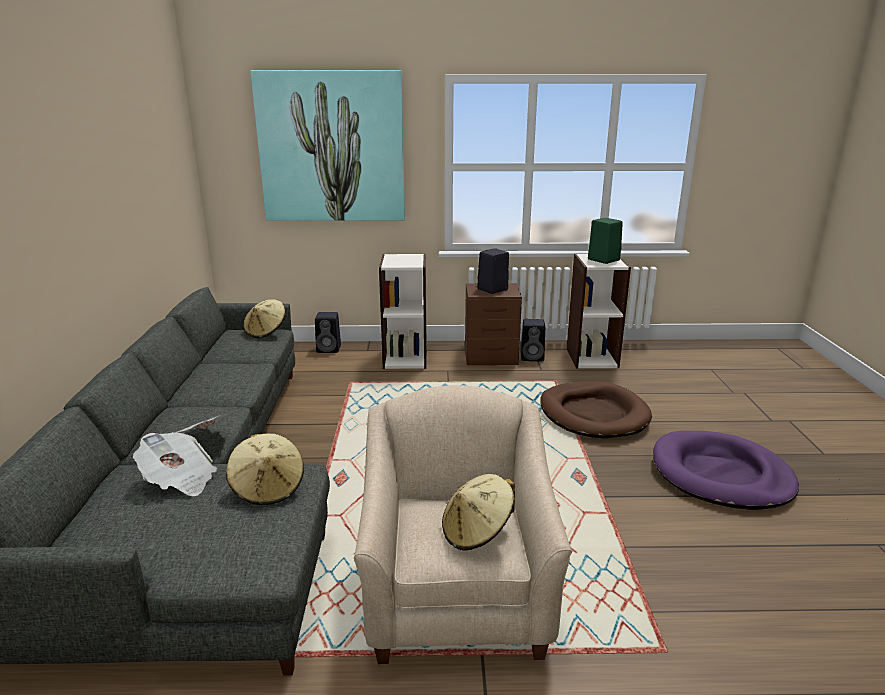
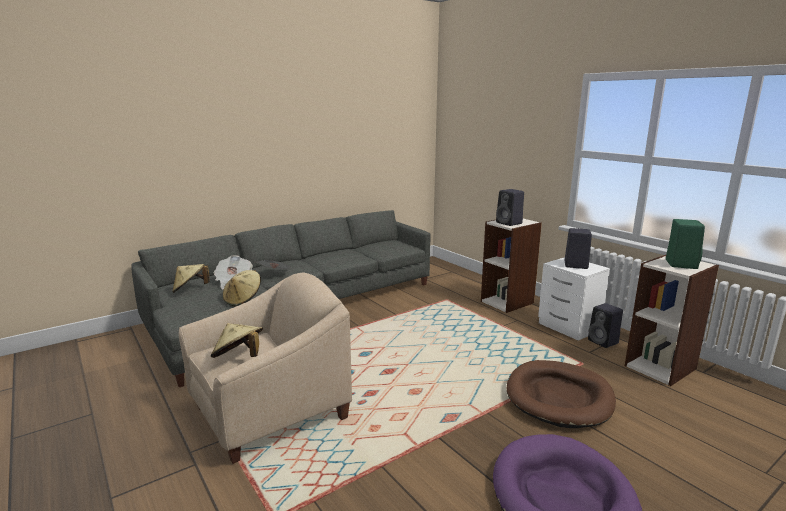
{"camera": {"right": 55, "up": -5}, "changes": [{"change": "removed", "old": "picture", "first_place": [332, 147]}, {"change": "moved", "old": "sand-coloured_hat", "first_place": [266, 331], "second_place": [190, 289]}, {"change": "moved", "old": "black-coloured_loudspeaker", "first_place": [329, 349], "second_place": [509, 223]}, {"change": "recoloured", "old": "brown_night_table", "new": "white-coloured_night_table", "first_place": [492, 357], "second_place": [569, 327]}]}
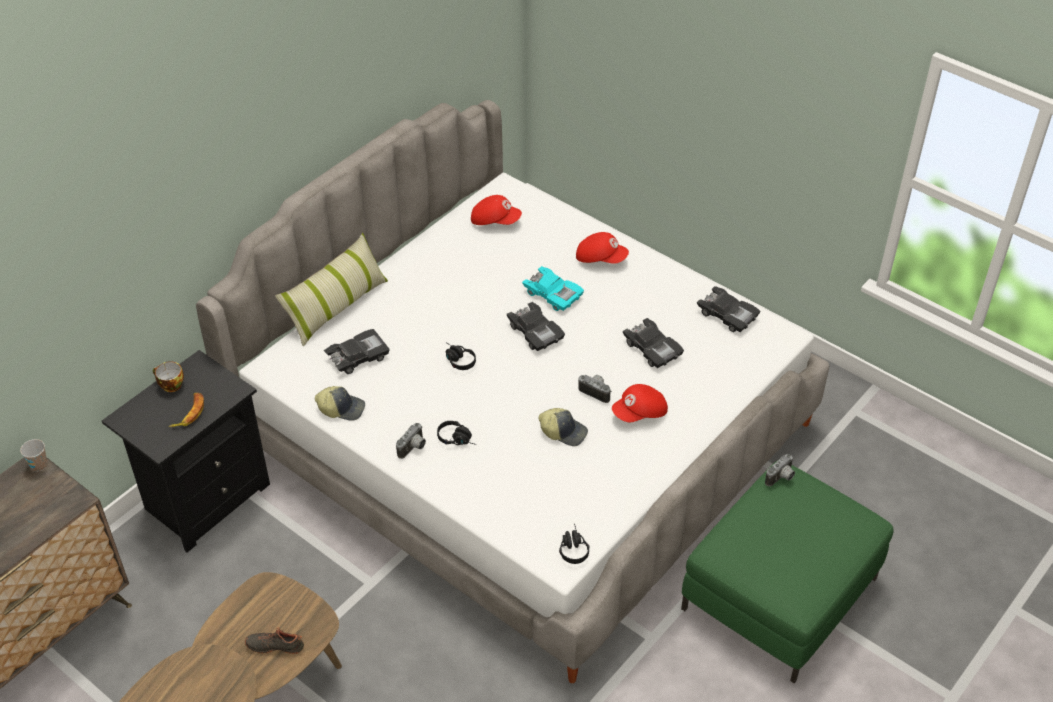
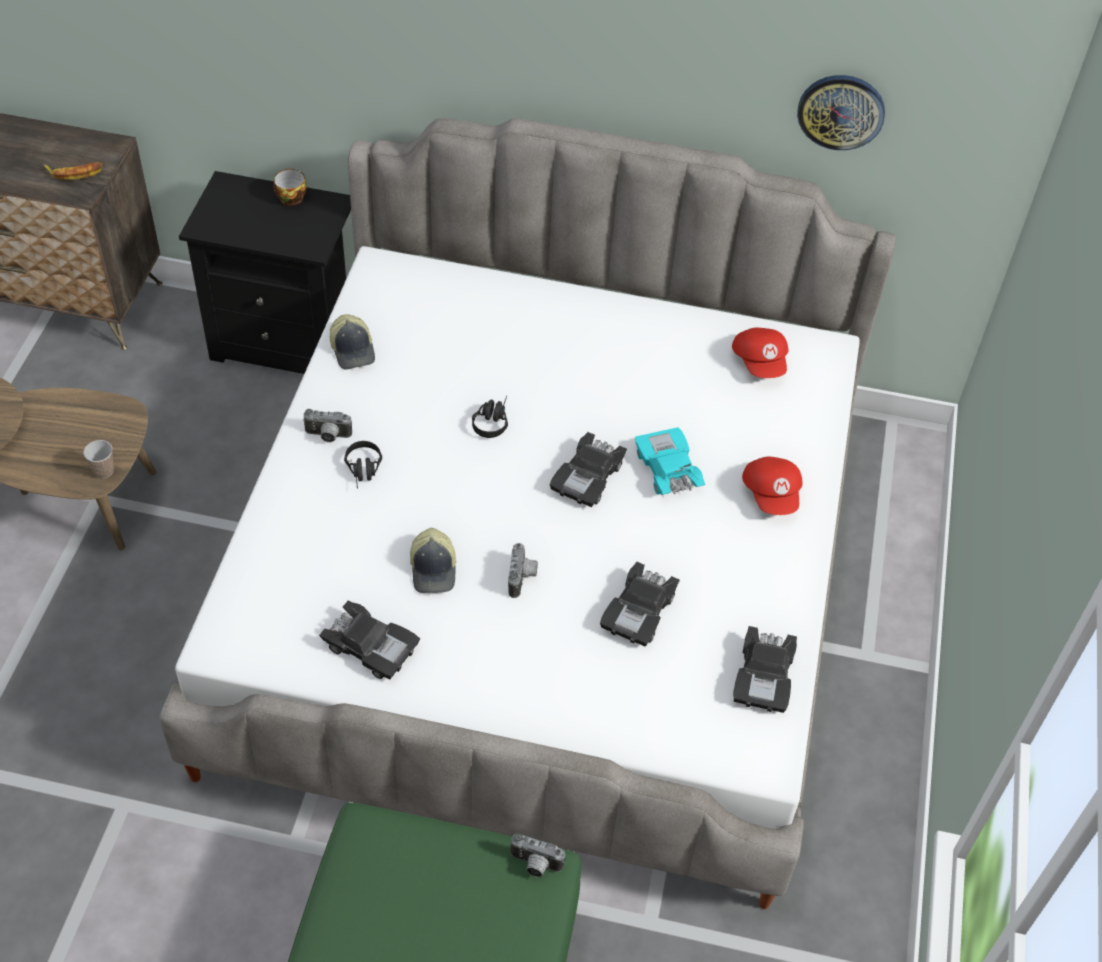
{"camera": {"right": 60, "up": 5}, "changes": [{"change": "removed", "old": "black-coloured_low_shoe", "first_place": [275, 645]}, {"change": "removed", "old": "throw_pillow", "first_place": [336, 307]}, {"change": "removed", "old": "black-coloured_headphones", "first_place": [572, 547]}, {"change": "removed", "old": "reddish_peaked_cap", "first_place": [640, 413]}, {"change": "added", "new": "wall_clock", "second_place": [841, 111]}, {"change": "moved", "old": "cup", "first_place": [39, 465], "second_place": [104, 471]}, {"change": "moved", "old": "banana_fruit", "first_place": [189, 413], "second_place": [75, 173]}, {"change": "moved", "old": "black-coloured_toy_car", "first_place": [357, 357], "second_place": [370, 647]}, {"change": "turned", "old": "blue-green_toy_car", "first_place": [553, 294], "second_place": [668, 469], "degrees": 150}]}
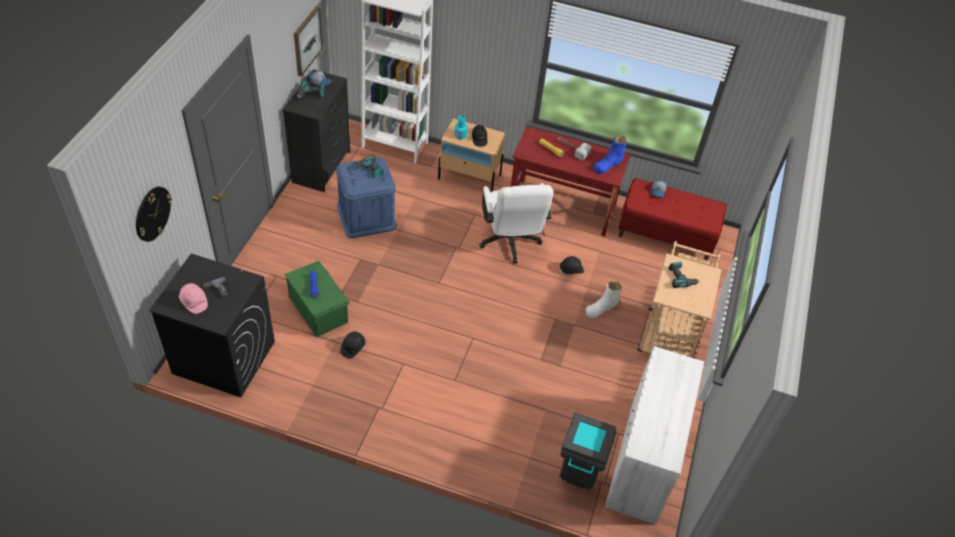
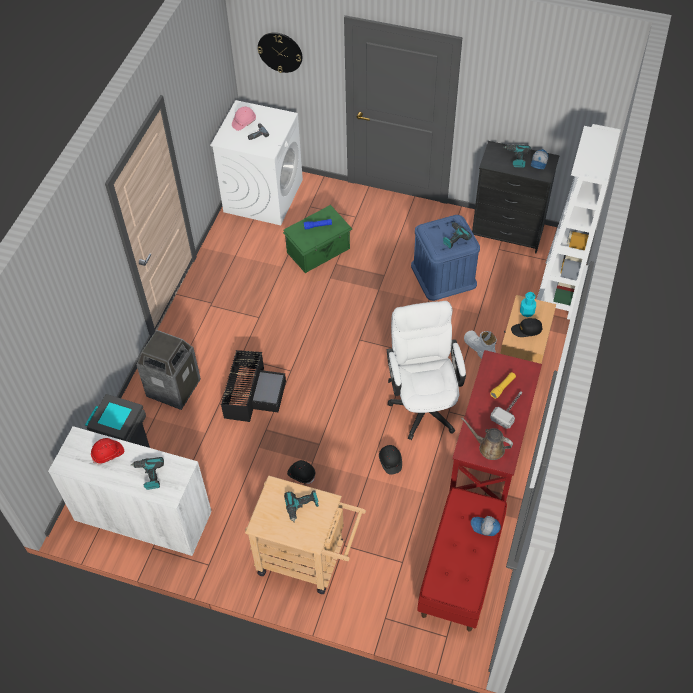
{"camera": {"right": 95, "up": 5}, "changes": [{"change": "removed", "old": "picture", "first_place": [307, 40]}, {"change": "added", "new": "reddish_hard_hat", "second_place": [108, 454]}, {"change": "added", "new": "drill", "second_place": [149, 475]}, {"change": "added", "new": "rubbish_bin", "second_place": [174, 388]}, {"change": "added", "new": "black-coloured_storage_container", "second_place": [252, 392]}, {"change": "moved", "old": "black-coloured_hard_hat", "first_place": [353, 347], "second_place": [301, 474]}, {"change": "moved", "old": "white-coloured_boot", "first_place": [601, 308], "second_place": [479, 348]}, {"change": "replaced", "old": "blue_boot", "new": "brown_sprinkling_can", "first_place": [608, 164], "second_place": [489, 447]}, {"change": "recoloured", "old": "black-coloured_laundry_appliance", "new": "white-coloured_laundry_appliance", "first_place": [223, 357], "second_place": [263, 195]}, {"change": "turned", "old": "white-coloured_computer_chair", "first_place": [510, 243], "second_place": [423, 402], "degrees": 90}]}
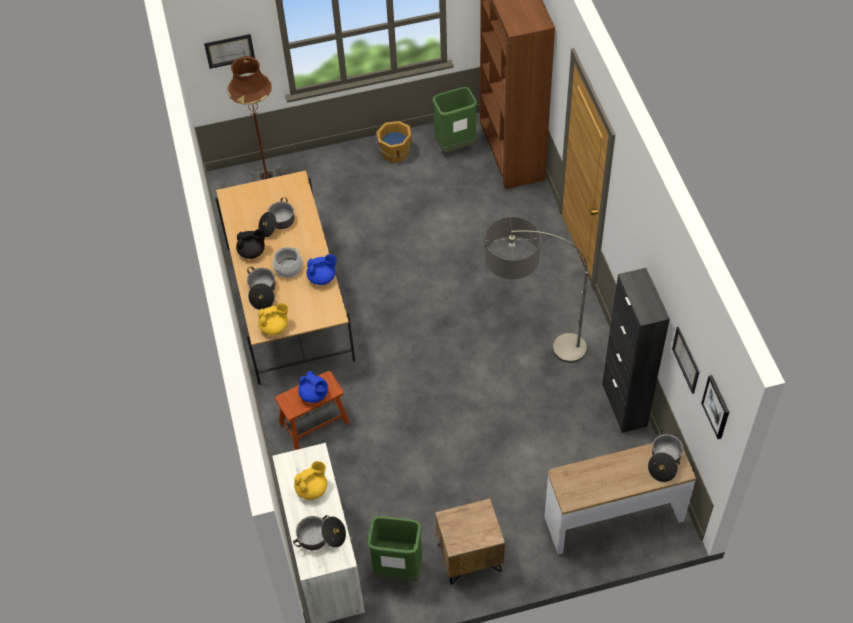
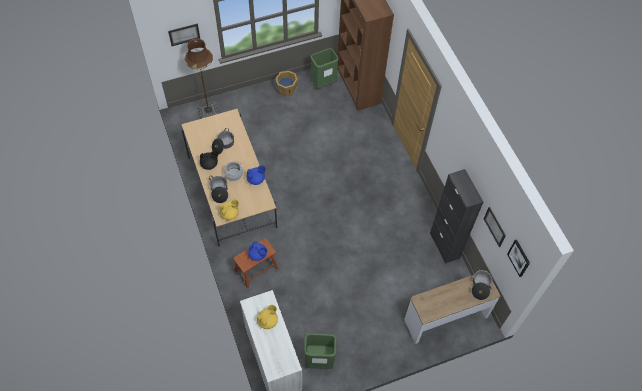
{"camera": {"right": -10, "up": 5}, "changes": [{"change": "removed", "old": "stockpot", "first_place": [321, 537]}, {"change": "removed", "old": "brown_night_table", "first_place": [470, 558]}, {"change": "removed", "old": "standing_lamp", "first_place": [528, 350]}]}
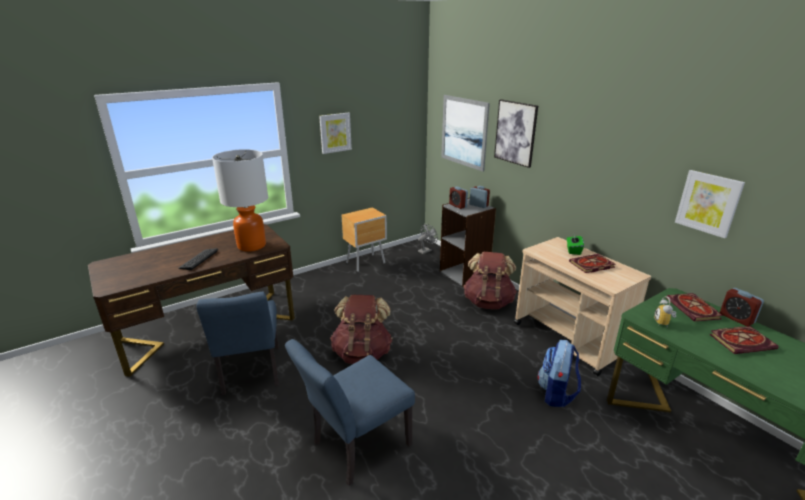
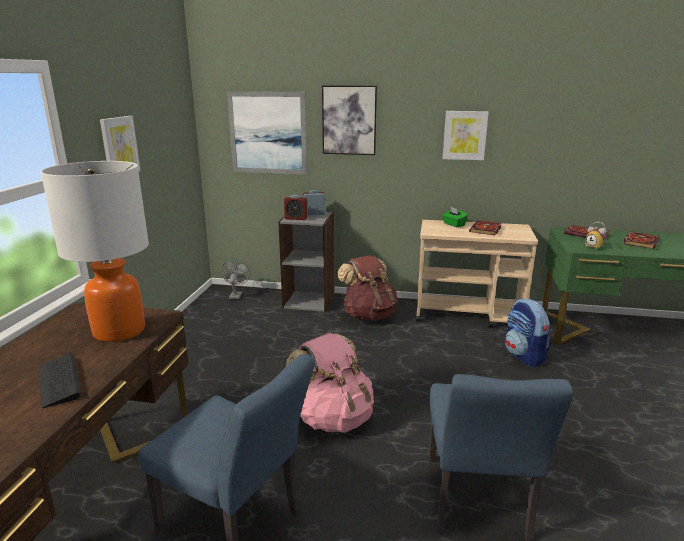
{"camera": {"right": -45, "up": -5}, "changes": [{"change": "removed", "old": "brown_night_table", "first_place": [366, 263]}, {"change": "removed", "old": "alarm_clock", "first_place": [736, 318]}, {"change": "moved", "old": "picture", "first_place": [708, 203], "second_place": [464, 135]}, {"change": "recoloured", "old": "brown_knapsack", "new": "pink-coloured_knapsack", "first_place": [362, 353], "second_place": [334, 417]}]}
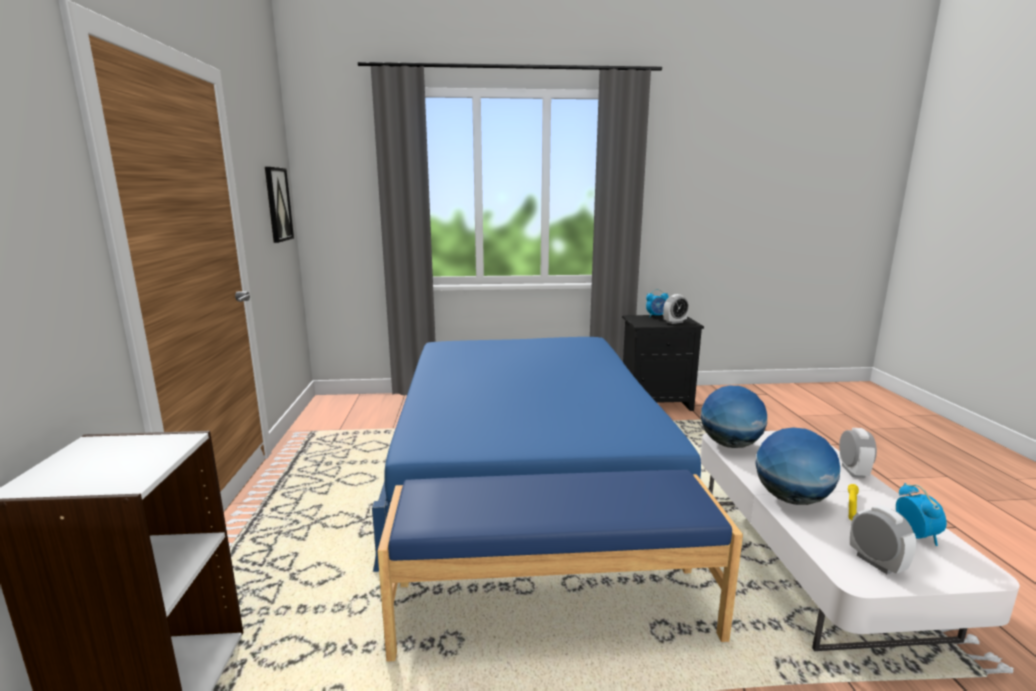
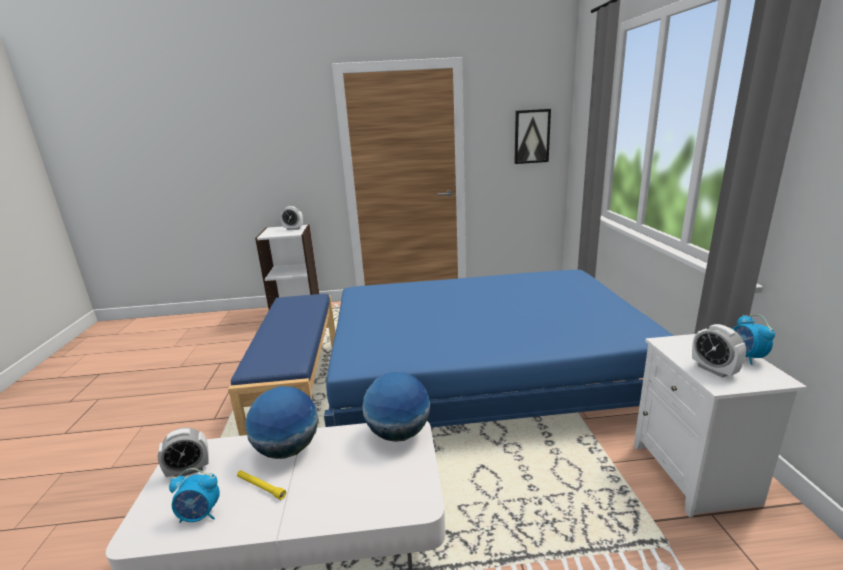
{"camera": {"right": 90, "up": 5}, "changes": [{"change": "moved", "old": "alarm_clock", "first_place": [853, 471], "second_place": [293, 229]}, {"change": "recoloured", "old": "black-coloured_night_table", "new": "white-coloured_night_table", "first_place": [656, 402], "second_place": [696, 475]}]}
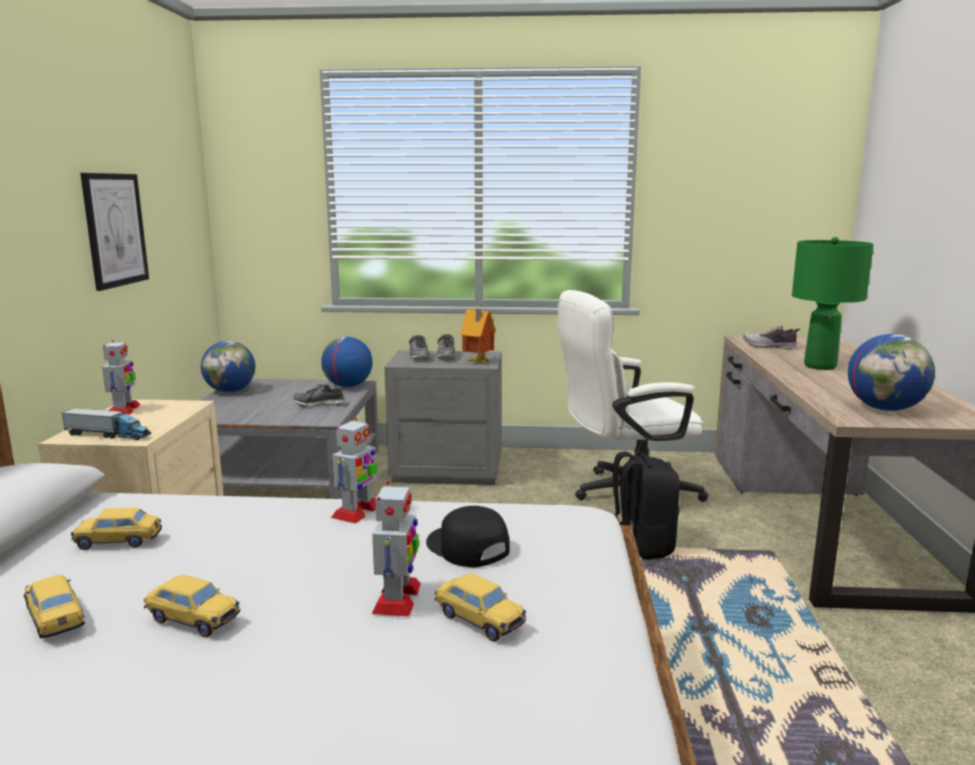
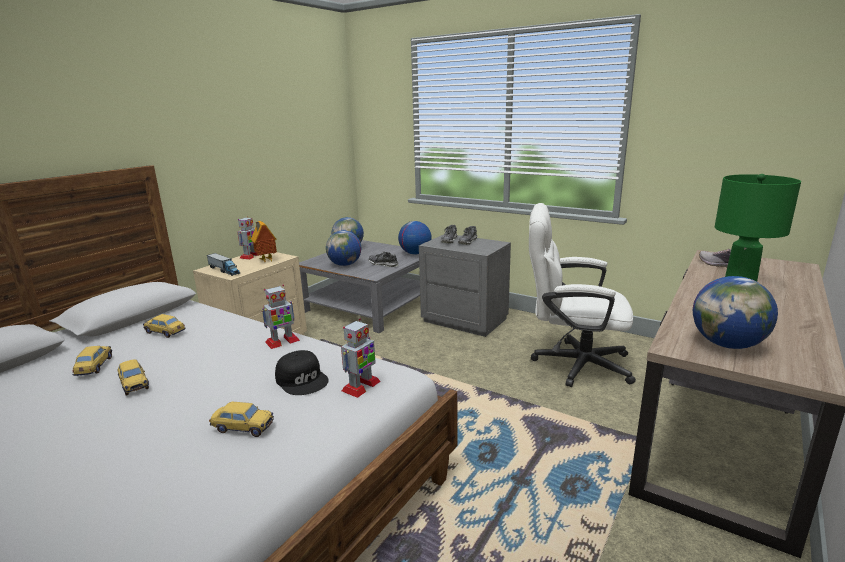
{"camera": {"right": 30, "up": 5}, "changes": [{"change": "removed", "old": "picture", "first_place": [115, 230]}, {"change": "removed", "old": "black-coloured_knapsack", "first_place": [641, 545]}, {"change": "added", "new": "globe", "second_place": [345, 265]}, {"change": "moved", "old": "toy_robot", "first_place": [397, 599], "second_place": [361, 386]}, {"change": "moved", "old": "toy_house", "first_place": [477, 362], "second_place": [265, 260]}, {"change": "turned", "old": "black-coloured_peaked_cap", "first_place": [466, 547], "second_place": [302, 379], "degrees": 150}, {"change": "turned", "old": "toy_car", "first_place": [479, 620], "second_place": [243, 428], "degrees": -60}]}
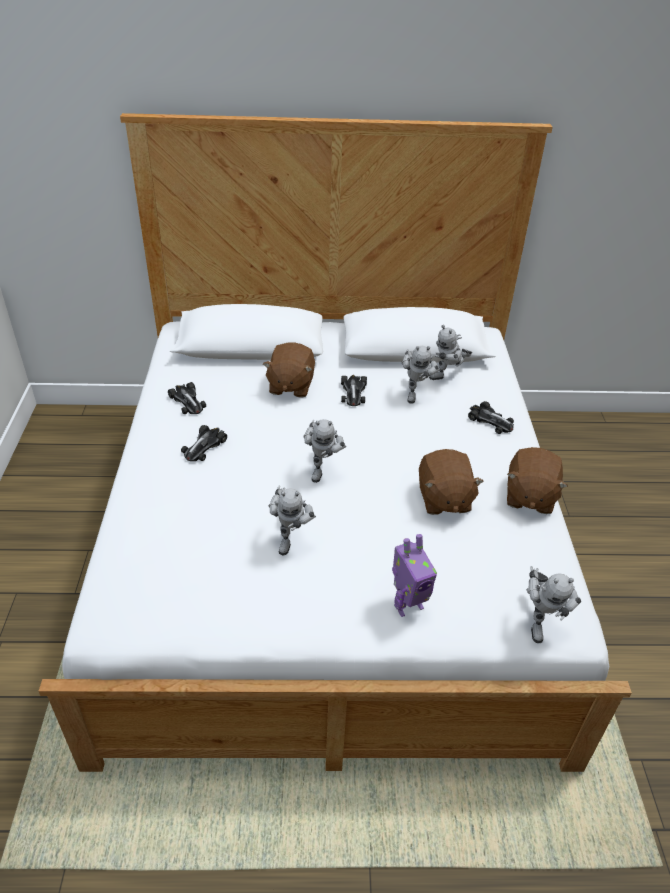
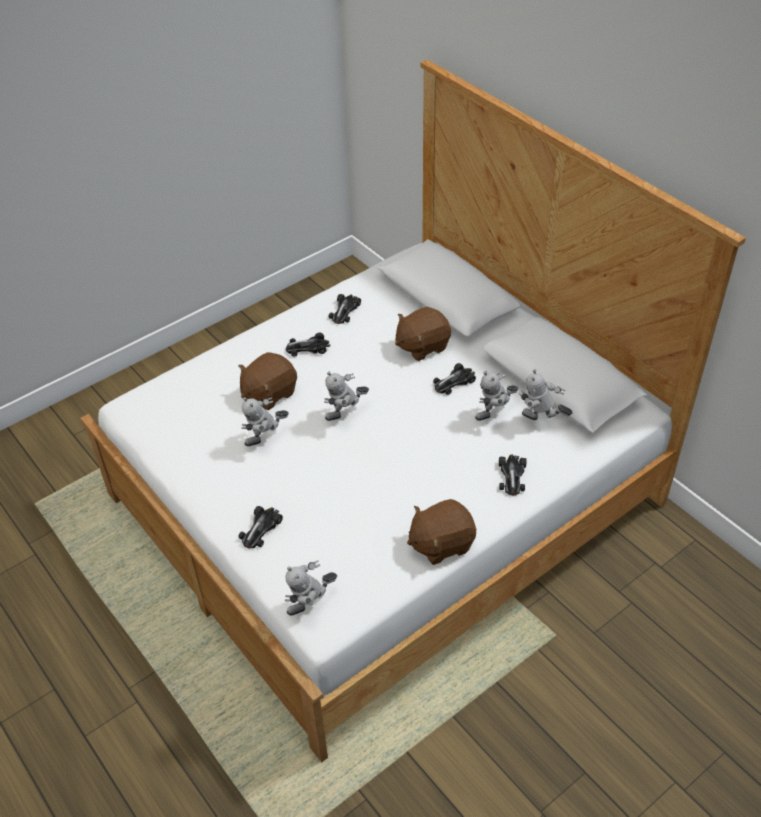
{"camera": {"right": 55, "up": 5}, "changes": [{"change": "moved", "old": "brown_cuddly_toy", "first_place": [443, 499], "second_place": [269, 393]}, {"change": "replaced", "old": "toy_robot", "new": "toy_car", "first_place": [407, 605], "second_place": [260, 529]}]}
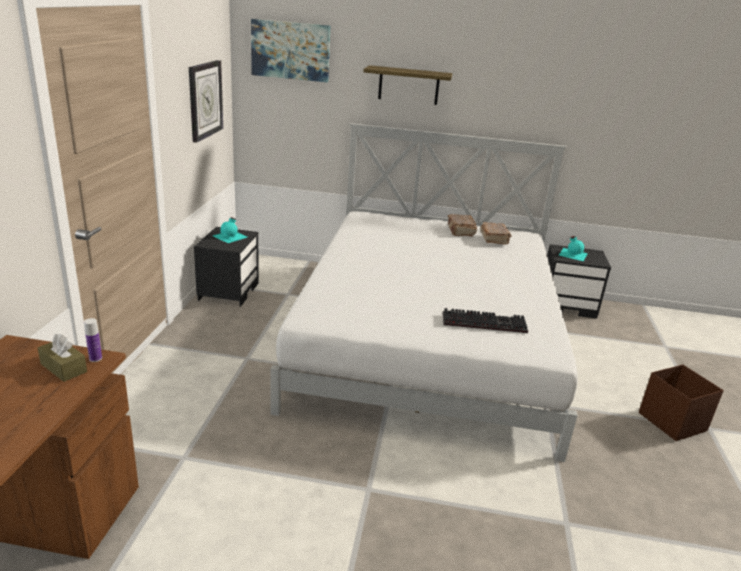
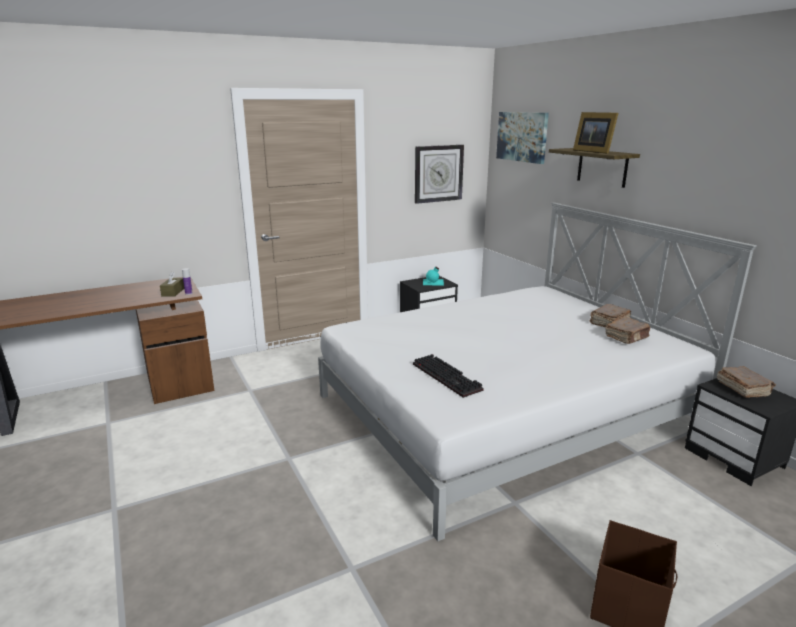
{"camera": {"right": 55, "up": -5}, "changes": [{"change": "added", "new": "standing_frame", "second_place": [593, 151]}, {"change": "replaced", "old": "blue-green_drink_bottle", "new": "brown_book", "first_place": [572, 254], "second_place": [742, 389]}]}
